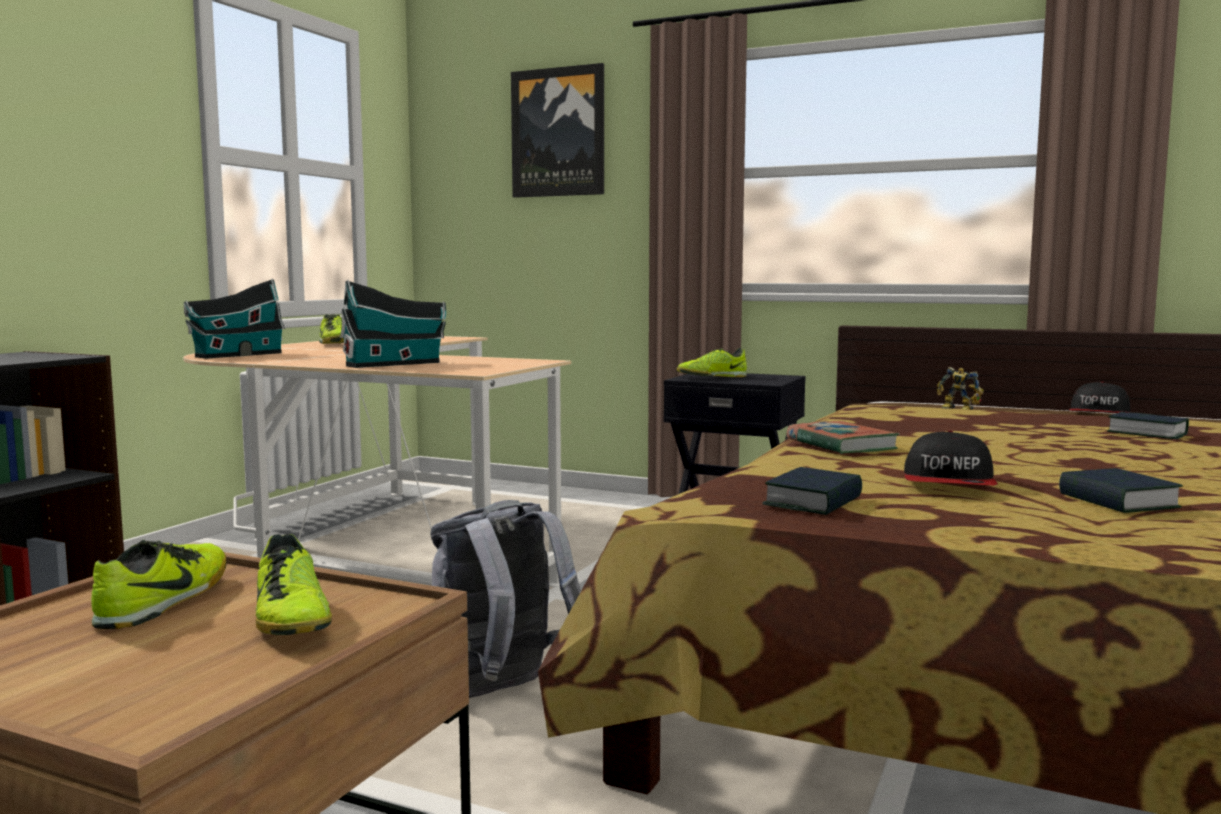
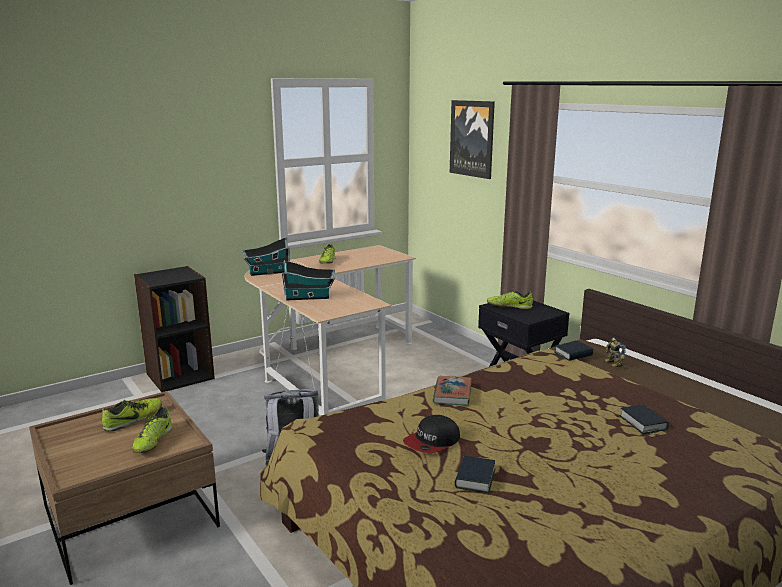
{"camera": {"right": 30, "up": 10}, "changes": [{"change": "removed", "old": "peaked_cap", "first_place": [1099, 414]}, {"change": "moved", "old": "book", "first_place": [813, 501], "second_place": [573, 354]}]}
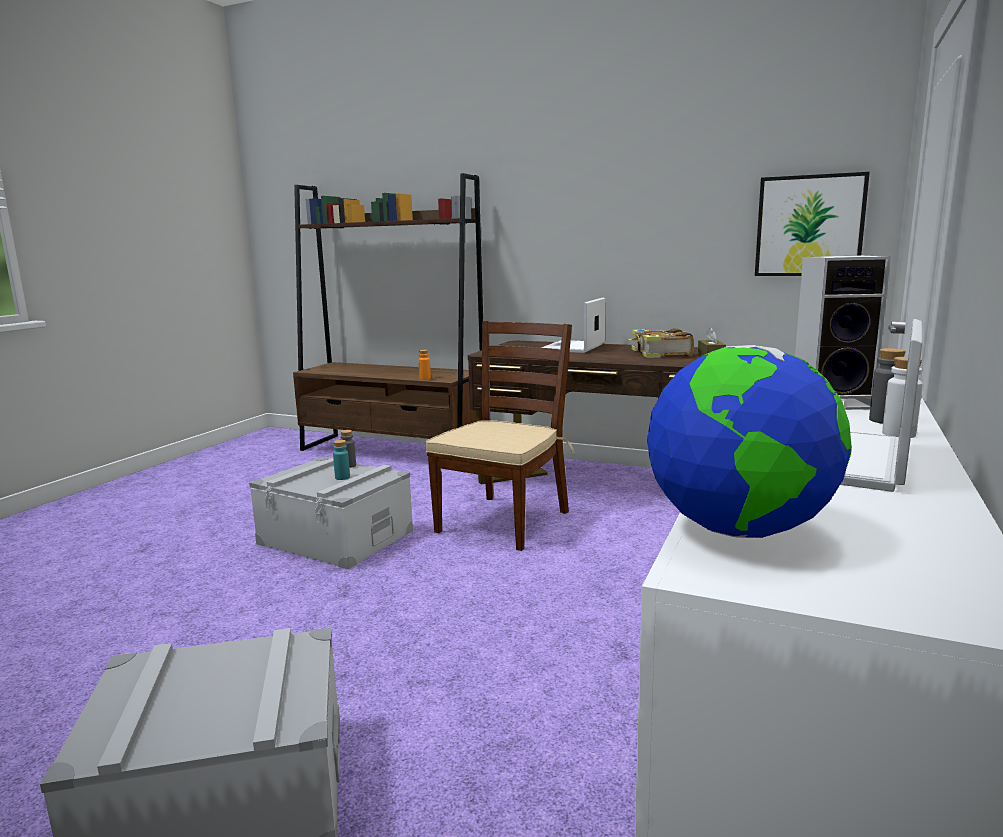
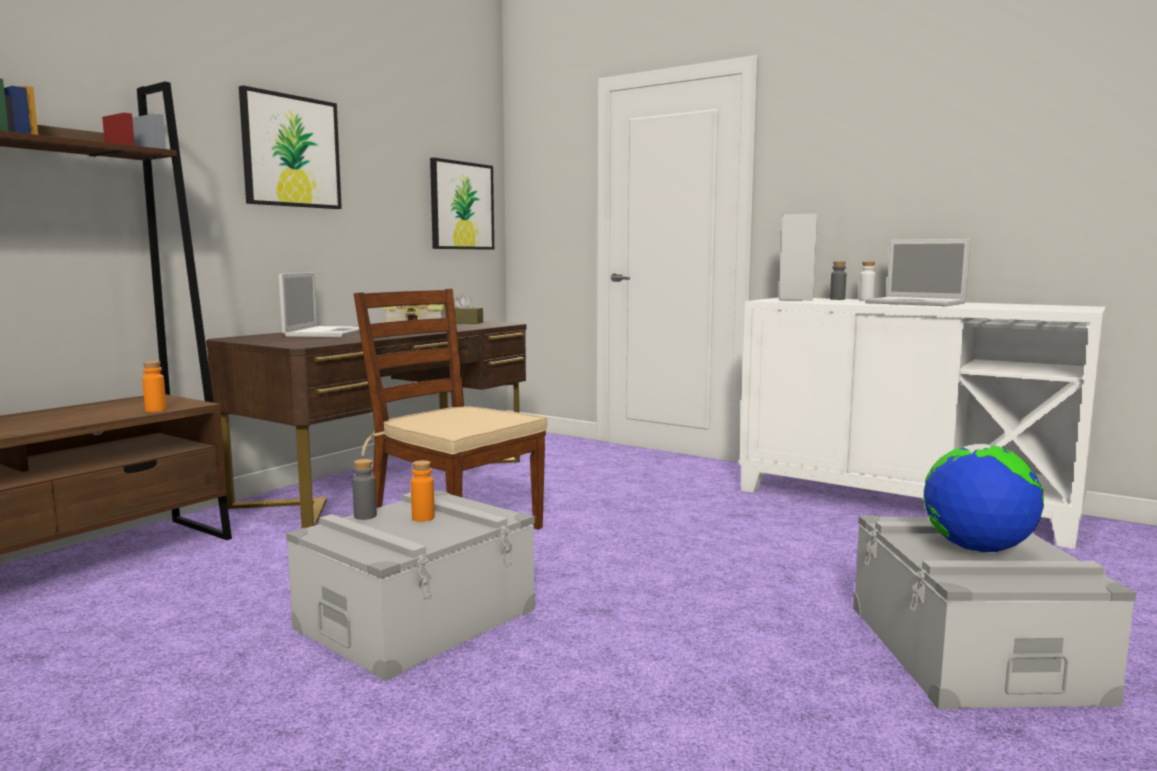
{"camera": {"right": -80, "up": -5}, "changes": [{"change": "added", "new": "picture", "second_place": [291, 151]}, {"change": "moved", "old": "globe", "first_place": [739, 531], "second_place": [977, 549]}, {"change": "recoloured", "old": "blue-green_drink_bottle", "new": "orange-coloured_drink_bottle", "first_place": [342, 477], "second_place": [423, 518]}, {"change": "turned", "old": "laptop", "first_place": [573, 348], "second_place": [327, 333], "degrees": -120}]}
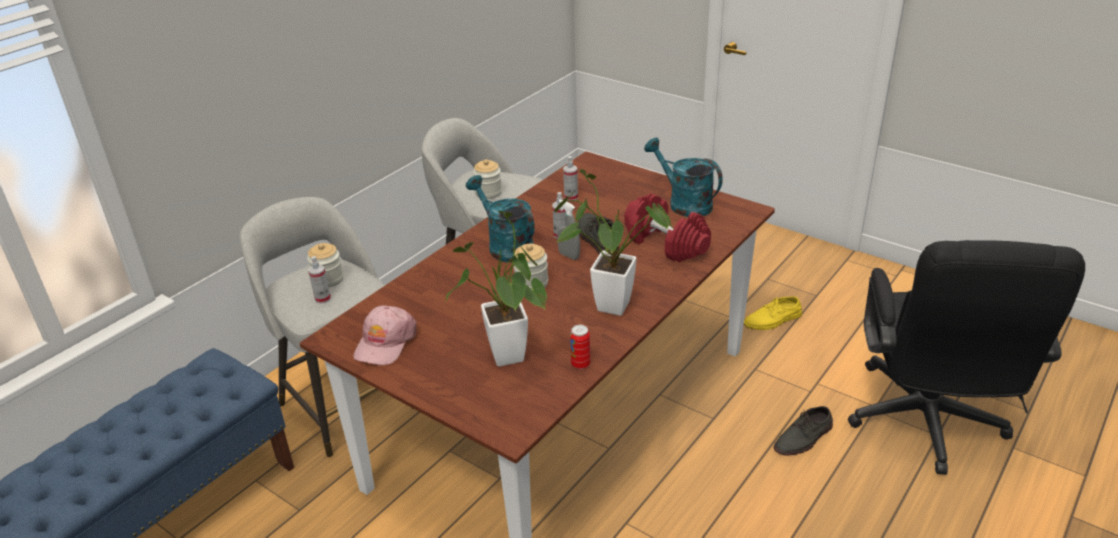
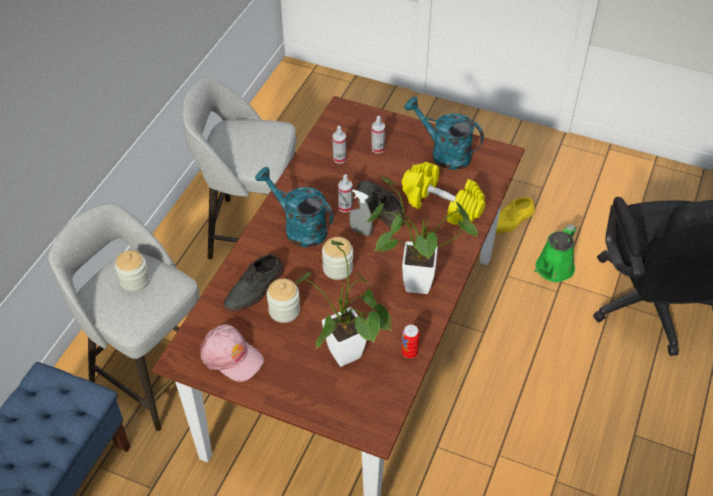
{"camera": {"right": -15, "up": 15}, "changes": [{"change": "added", "new": "green_sprinkling_can", "second_place": [552, 270]}, {"change": "moved", "old": "sprayer", "first_place": [322, 298], "second_place": [377, 149]}, {"change": "moved", "old": "preserve_jar", "first_place": [488, 193], "second_place": [284, 310]}, {"change": "moved", "old": "grey_low_shoe", "first_place": [804, 438], "second_place": [255, 288]}, {"change": "recoloured", "old": "reddish_hand_weight", "new": "yellow_hand_weight", "first_place": [665, 244], "second_place": [441, 205]}, {"change": "turned", "old": "pink-coloured_peaked_cap", "first_place": [385, 342], "second_place": [231, 357], "degrees": -60}]}
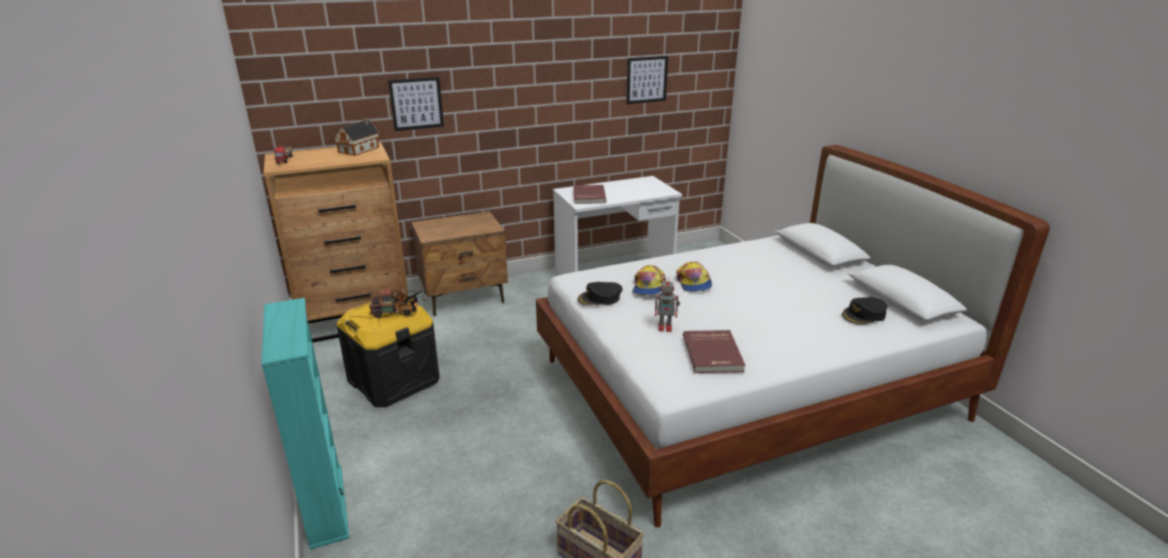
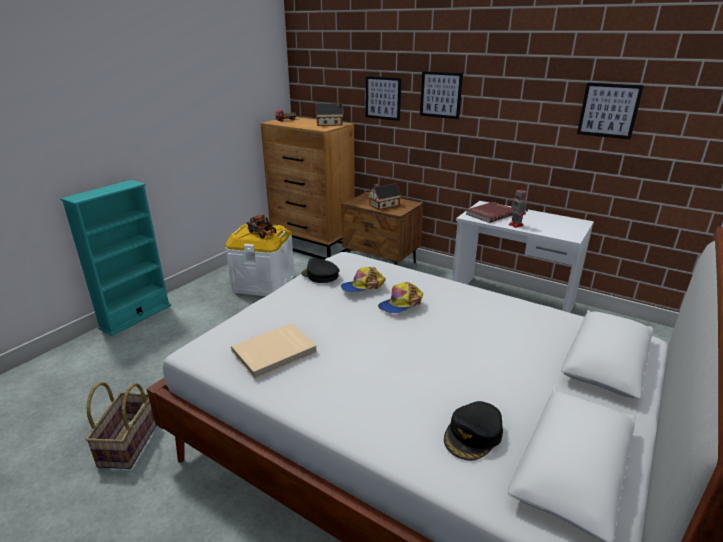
{"camera": {"right": 55, "up": 0}, "changes": [{"change": "added", "new": "toy_house", "second_place": [383, 205]}, {"change": "added", "new": "picture", "second_place": [440, 95]}, {"change": "moved", "old": "toy_robot", "first_place": [666, 327], "second_place": [516, 225]}, {"change": "recoloured", "old": "black-coloured_storage_container", "new": "white-coloured_storage_container", "first_place": [394, 380], "second_place": [264, 283]}, {"change": "recoloured", "old": "reddish_book", "new": "sand-coloured_book", "first_place": [714, 354], "second_place": [275, 353]}, {"change": "turned", "old": "black-coloured_peaked_cap", "first_place": [864, 315], "second_place": [473, 435], "degrees": -75}]}
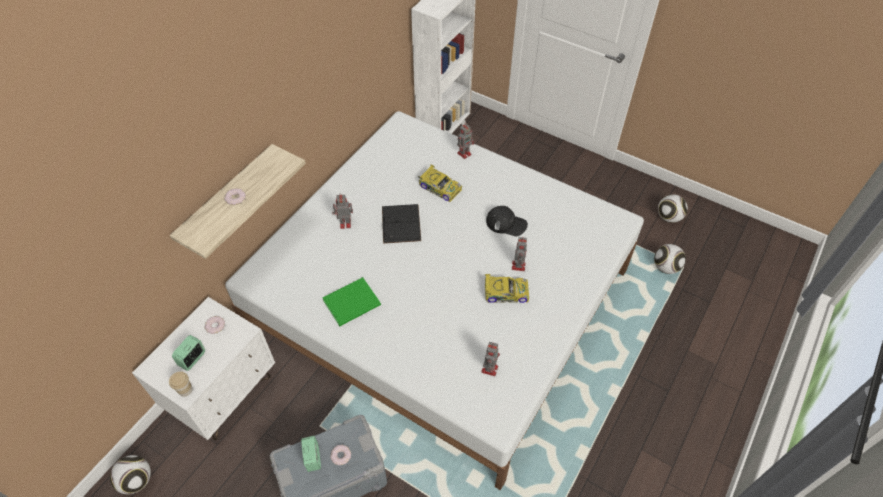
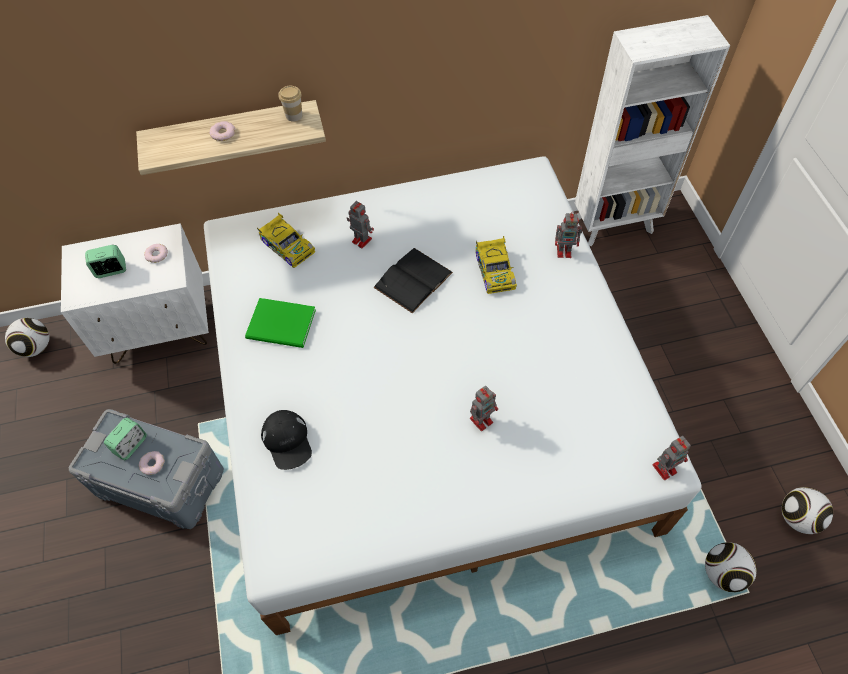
{"camera": {"right": 45, "up": 5}, "changes": [{"change": "moved", "old": "cup", "first_place": [185, 390], "second_place": [294, 115]}, {"change": "moved", "old": "toy_robot", "first_place": [490, 368], "second_place": [665, 468]}, {"change": "moved", "old": "toy_car", "first_place": [505, 292], "second_place": [287, 245]}, {"change": "moved", "old": "black-coloured_peaked_cap", "first_place": [506, 223], "second_place": [287, 441]}]}
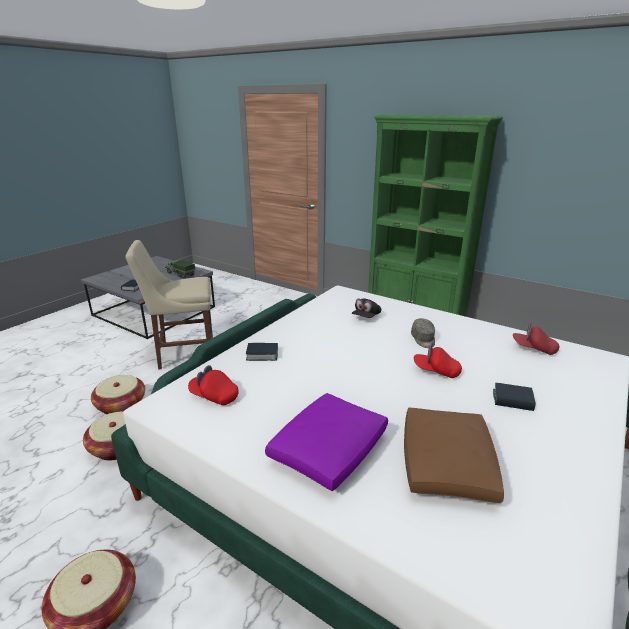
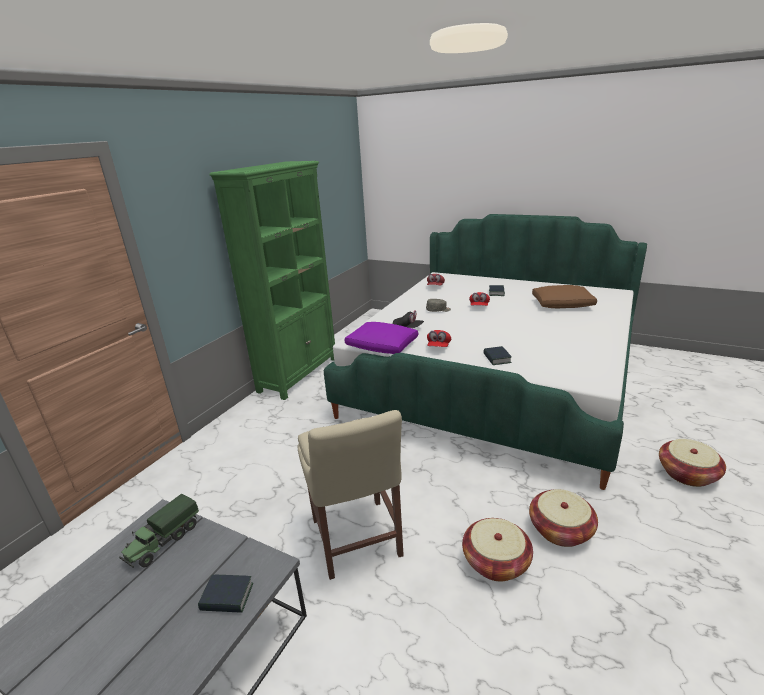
{"camera": {"right": -95, "up": 0}, "changes": [{"change": "moved", "old": "reddish_peaked_cap", "first_place": [214, 396], "second_place": [438, 347]}, {"change": "moved", "old": "purple-coloured_throw_pillow", "first_place": [328, 451], "second_place": [382, 346]}]}
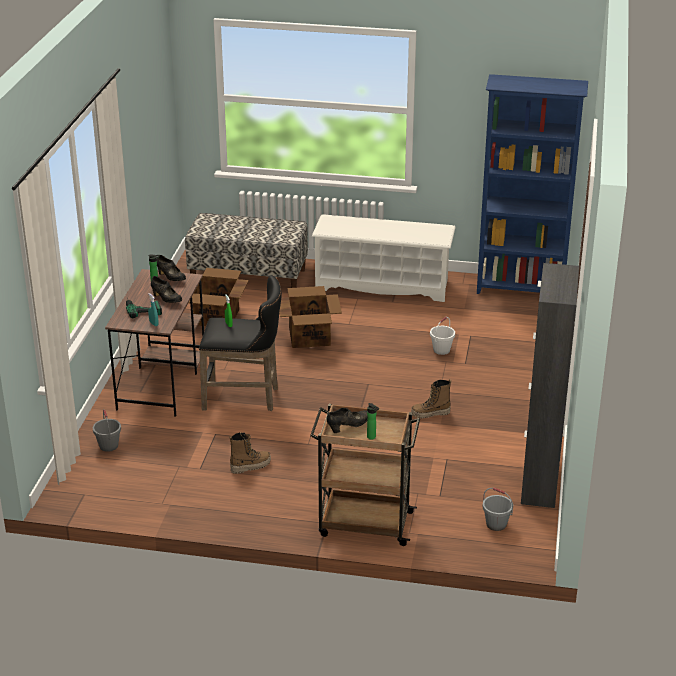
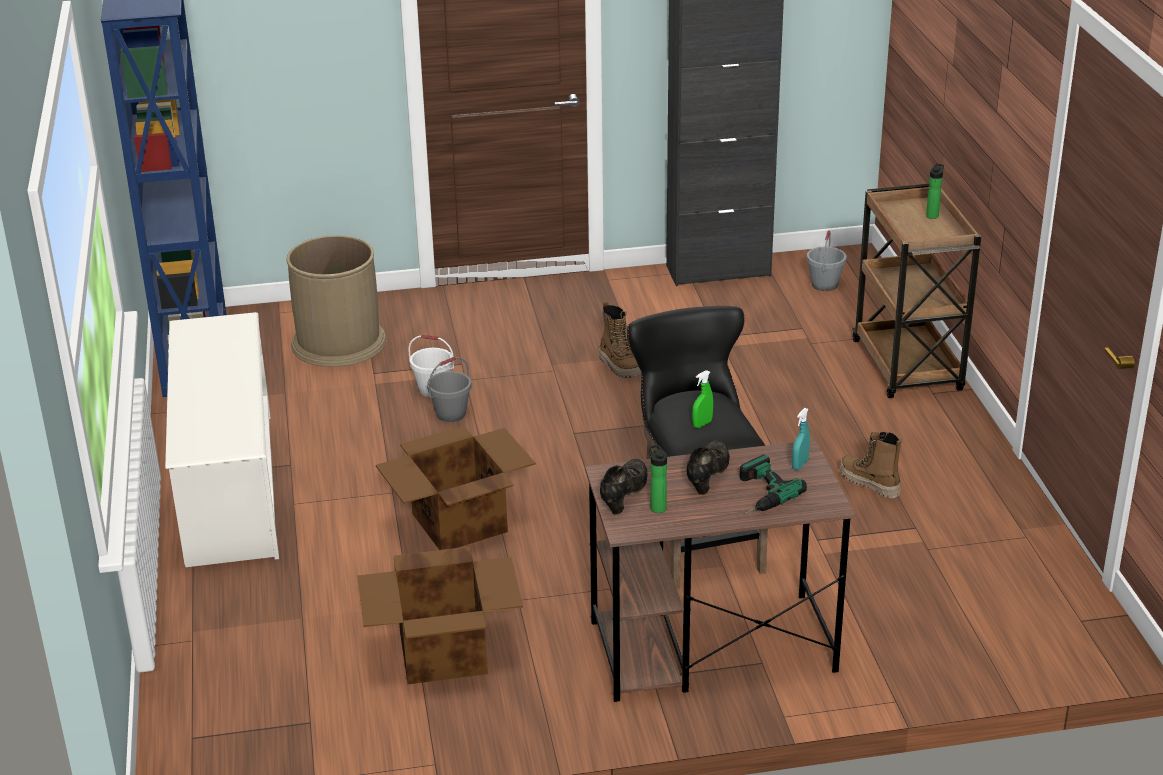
{"camera": {"right": -110, "up": 0}, "changes": [{"change": "removed", "old": "bench", "first_place": [248, 275]}, {"change": "removed", "old": "black-coloured_low_shoe", "first_place": [348, 426]}, {"change": "added", "new": "brown_rubbish_bin", "second_place": [338, 343]}, {"change": "moved", "old": "grey_pail", "first_place": [108, 446], "second_place": [451, 414]}]}
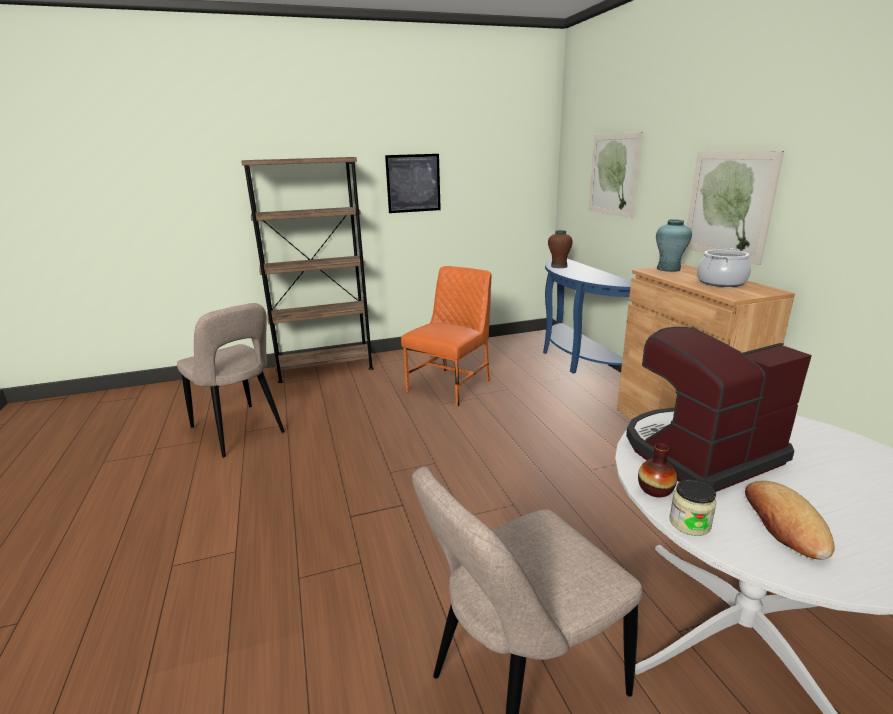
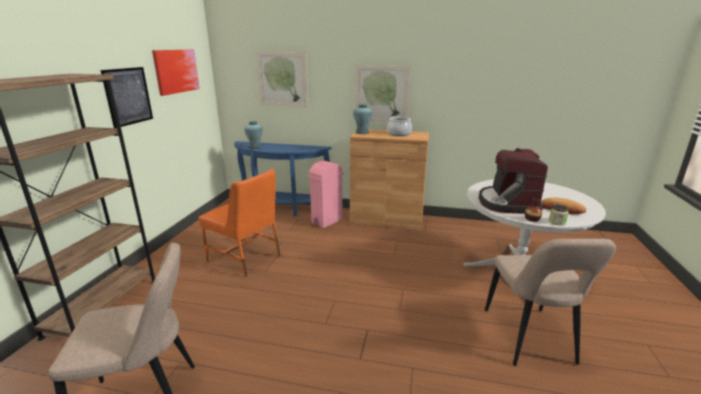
{"camera": {"right": -60, "up": 0}, "changes": [{"change": "added", "new": "picture", "second_place": [176, 71]}, {"change": "added", "new": "pink-coloured_rubbish_bin", "second_place": [326, 221]}, {"change": "recoloured", "old": "brown_flower_vase", "new": "blue-green_flower_vase", "first_place": [559, 266], "second_place": [255, 147]}, {"change": "turned", "old": "orange-coloured_upright_chair", "first_place": [451, 386], "second_place": [245, 258], "degrees": 150}]}
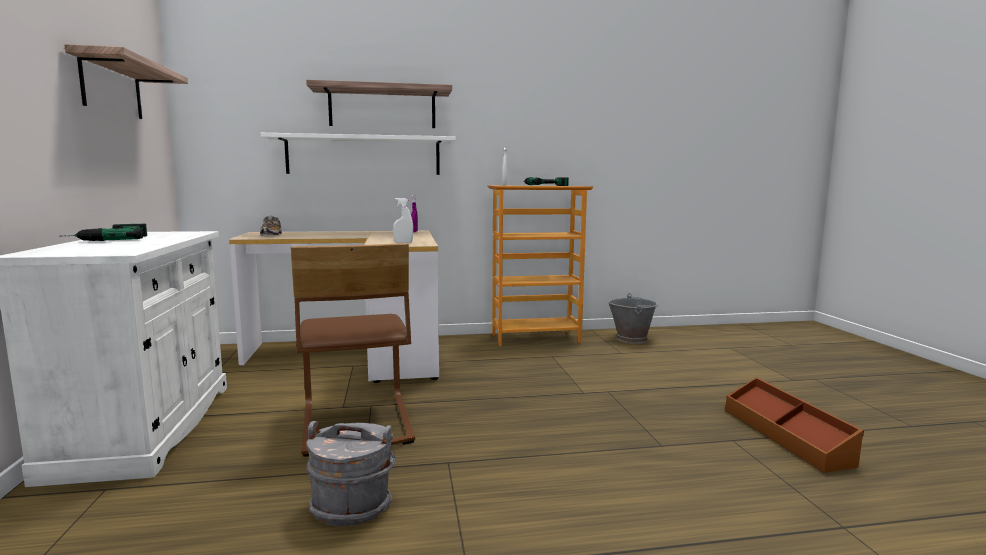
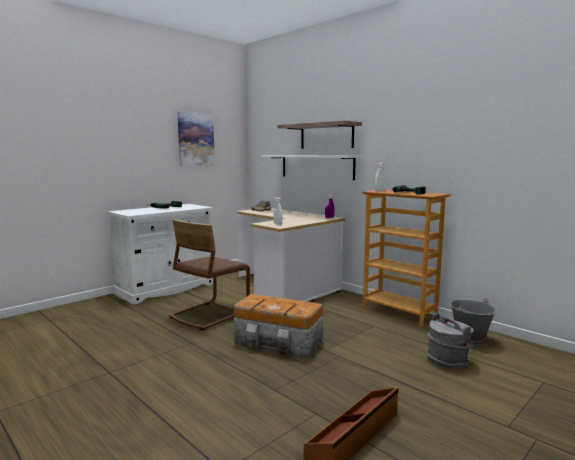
{"camera": {"right": 55, "up": 0}, "changes": [{"change": "added", "new": "storage_container", "second_place": [278, 343]}, {"change": "moved", "old": "grey_pail", "first_place": [352, 506], "second_place": [448, 361]}, {"change": "replaced", "old": "shelf", "new": "picture", "first_place": [111, 87], "second_place": [196, 139]}]}
